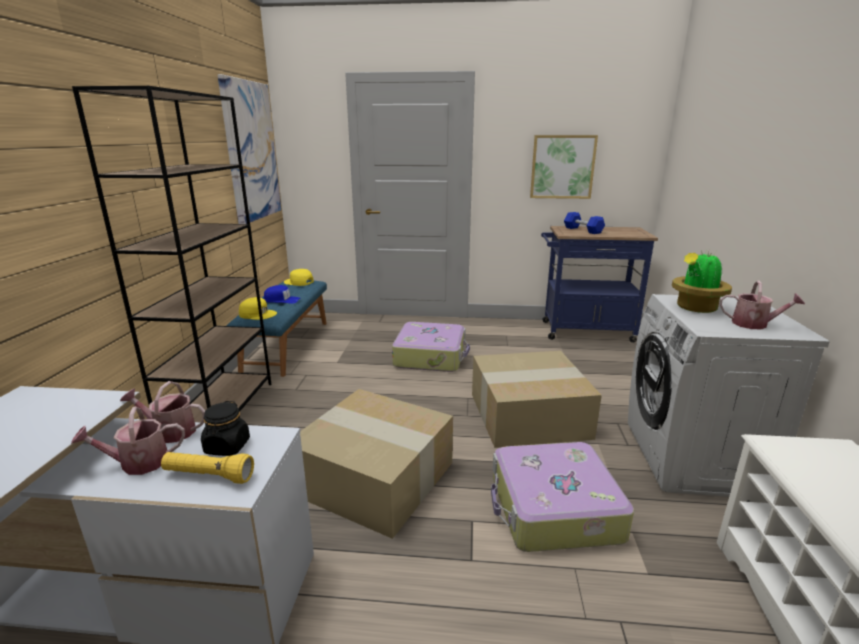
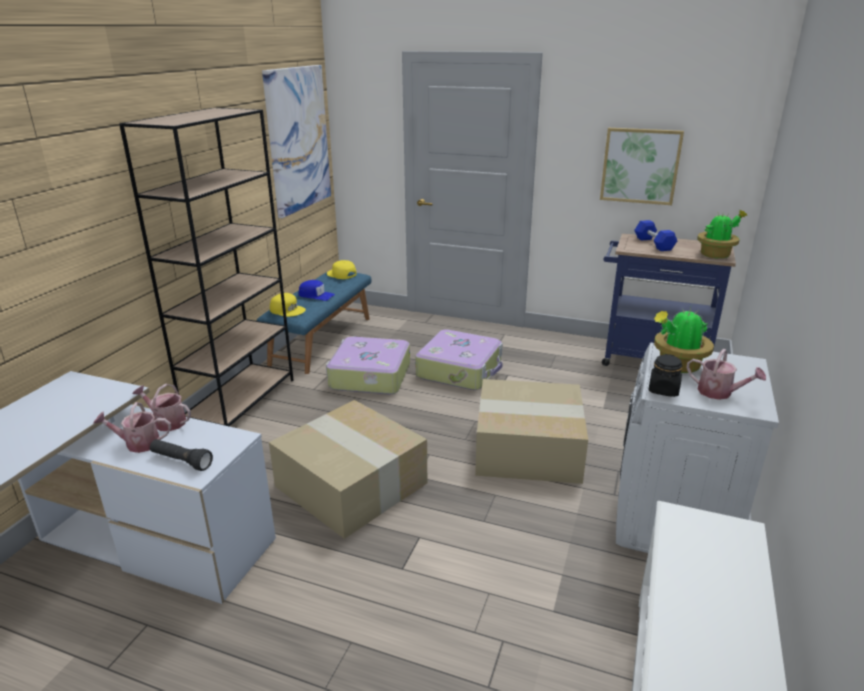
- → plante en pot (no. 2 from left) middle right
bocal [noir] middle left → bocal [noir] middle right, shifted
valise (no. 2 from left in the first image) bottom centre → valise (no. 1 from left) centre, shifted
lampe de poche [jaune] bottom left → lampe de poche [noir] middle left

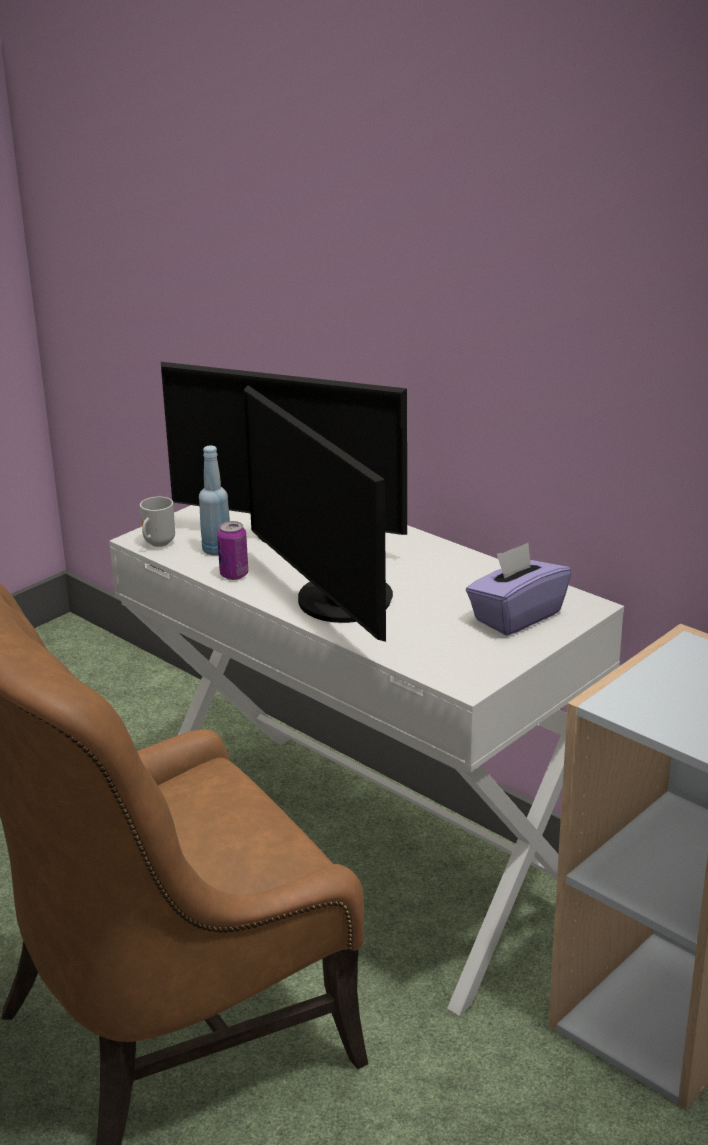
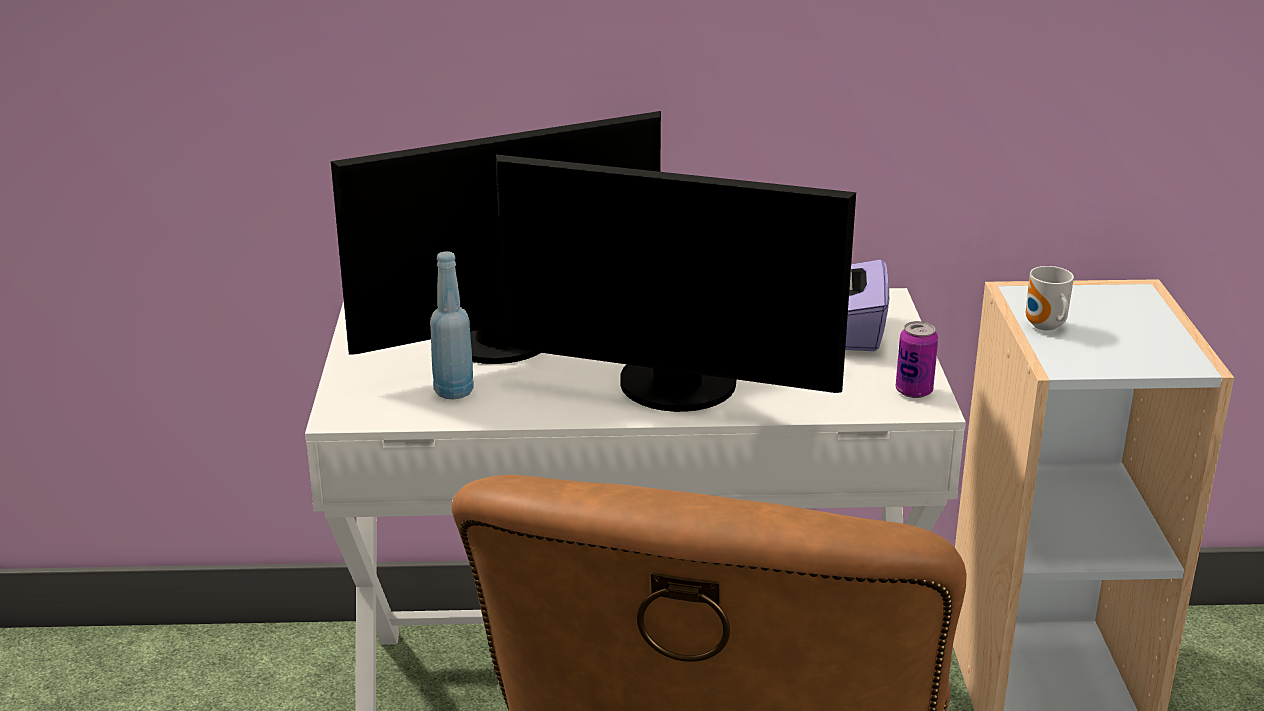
mug middle left → mug middle right, shifted
boîte métallique middle left → boîte métallique middle right, shifted

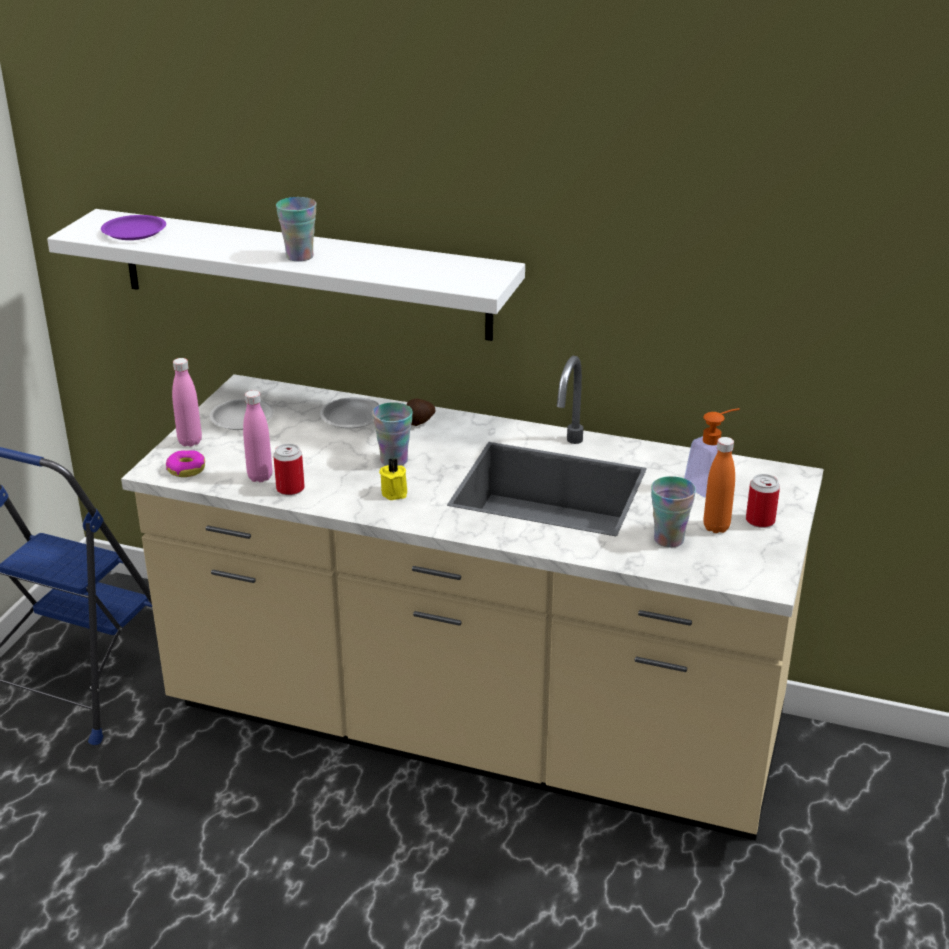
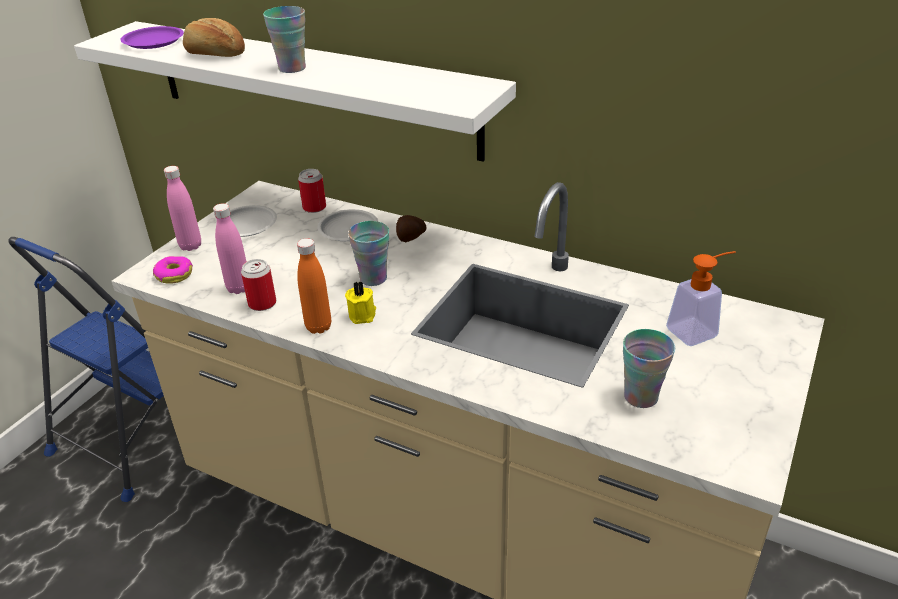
- → pain top left
bouteille [orange] middle right → bouteille [orange] centre, shifted
boîte métallique (no. 2 from left) middle right → boîte métallique (no. 2 from left) top centre, shifted

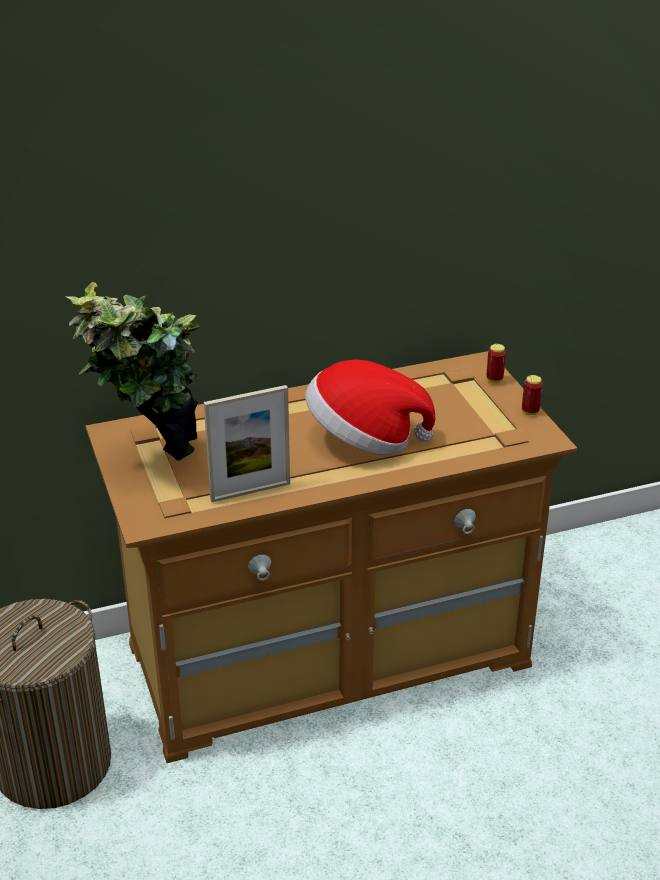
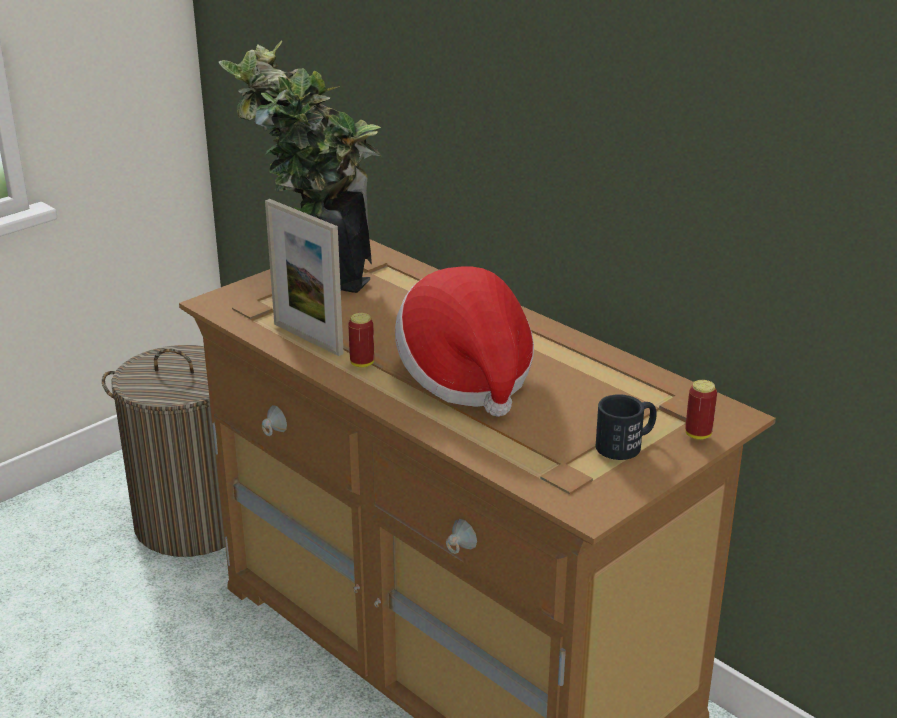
- → mug [noir] middle right
boîte métallique (no. 2 from left in the first image) middle right → boîte métallique (no. 1 from left) centre, shifted

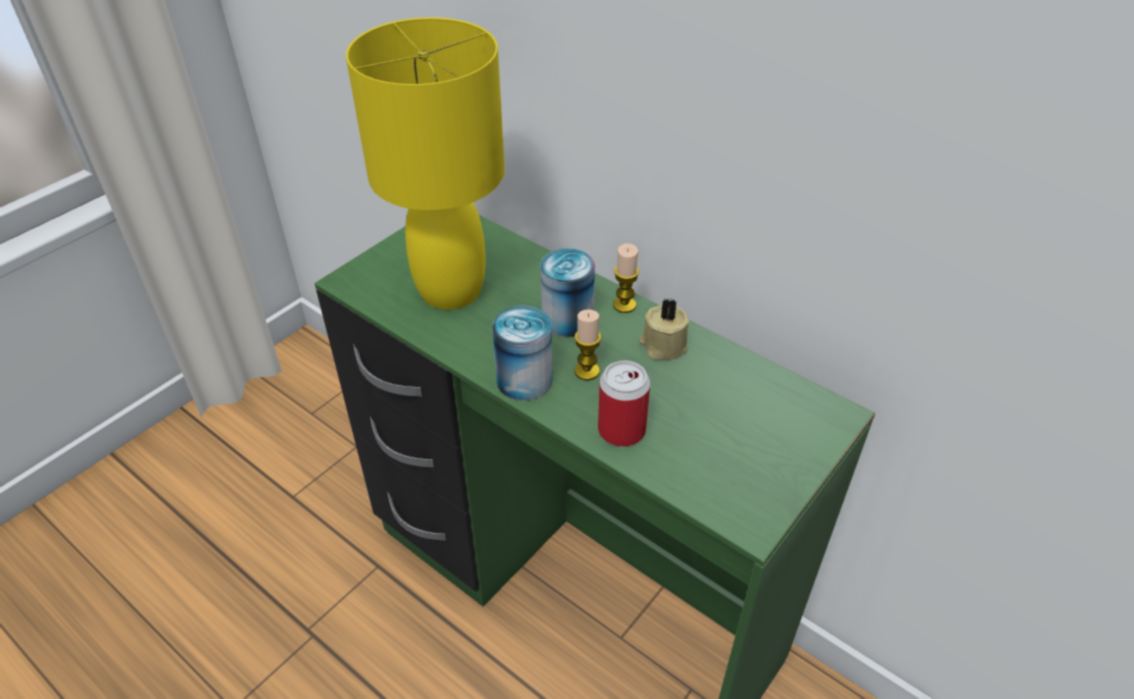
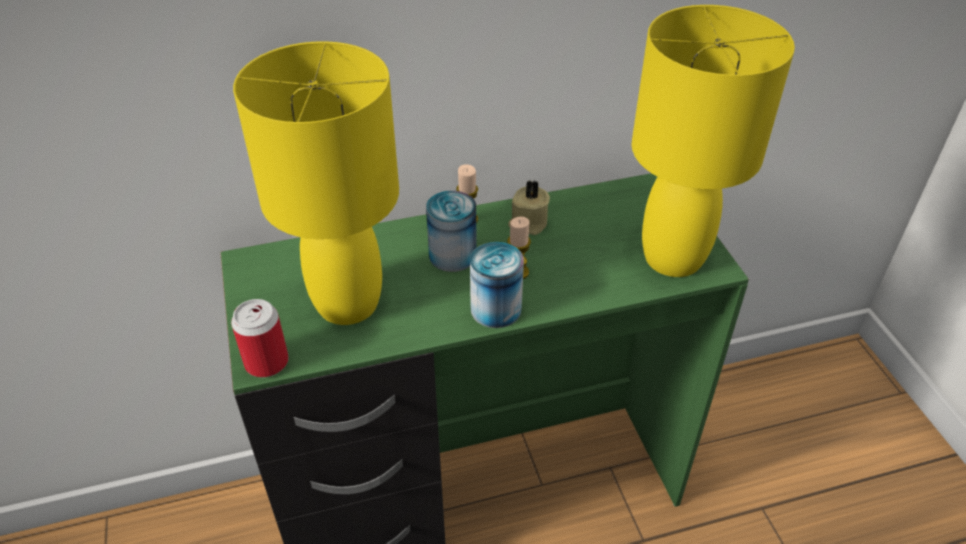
- → lampe de table [jaune] (no. 2 from left) top right
boîte métallique (no. 3 from left in the first image) centre → boîte métallique (no. 1 from left) middle left, shifted

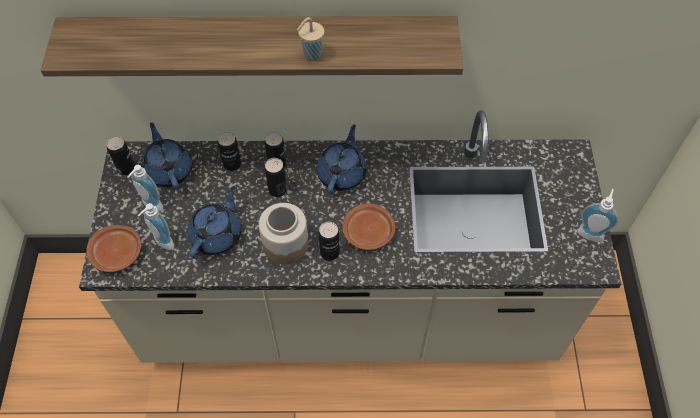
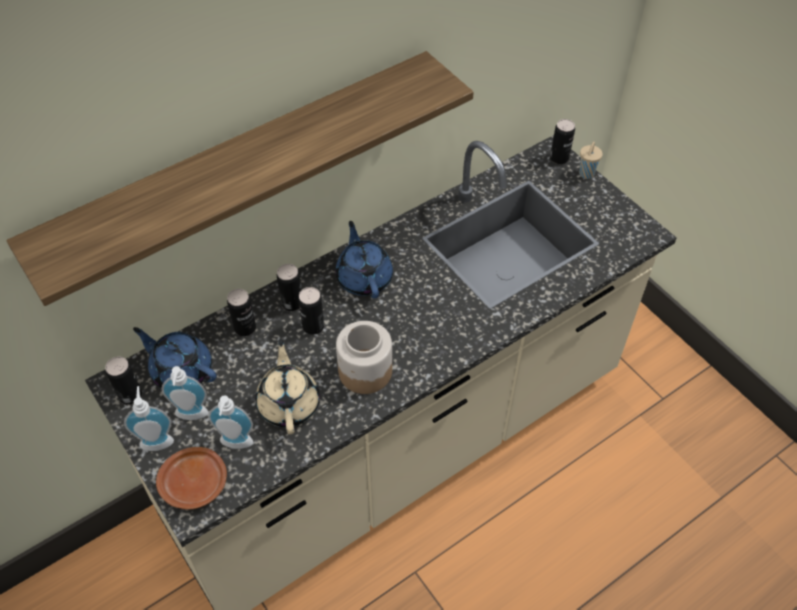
assiette [marron] (no. 2 from left) centre → -
tasse [beige] top centre → tasse [beige] top right, shifted
boîte métallique (no. 5 from left) centre → boîte métallique (no. 5 from left) top right, shifted
distributeur de savon (no. 3 from left in the first image) middle right → distributeur de savon (no. 1 from left) bottom left, shifted
théière [bleu] (no. 2 from left) middle left → théière [beige] centre

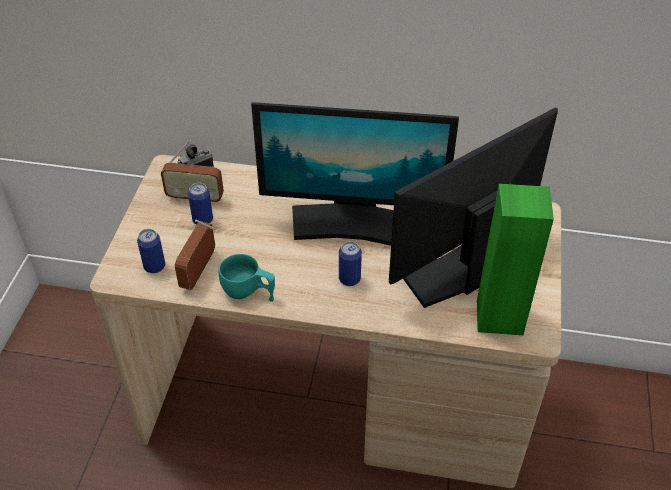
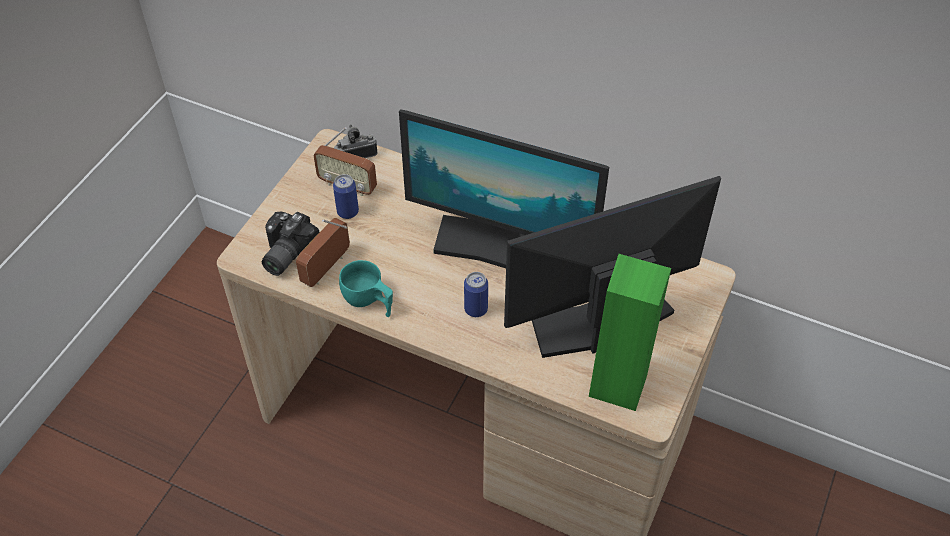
boîte métallique (no. 1 from left) middle left → appareil photo (no. 1 from left) middle left

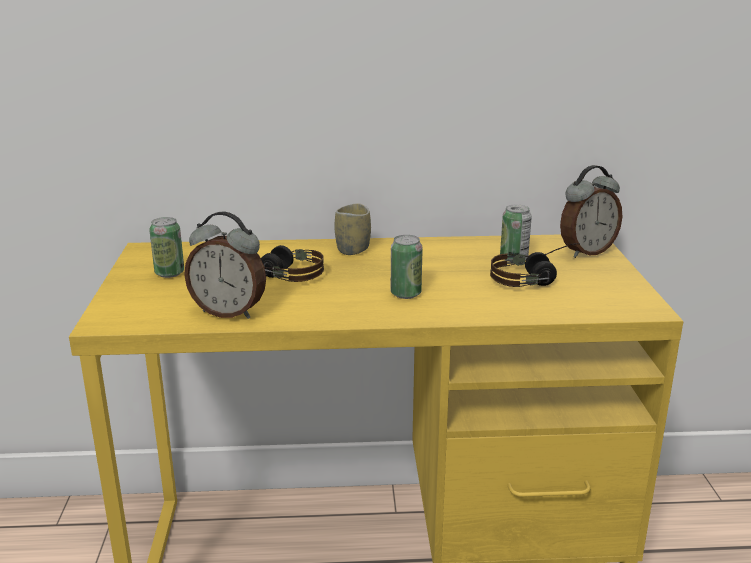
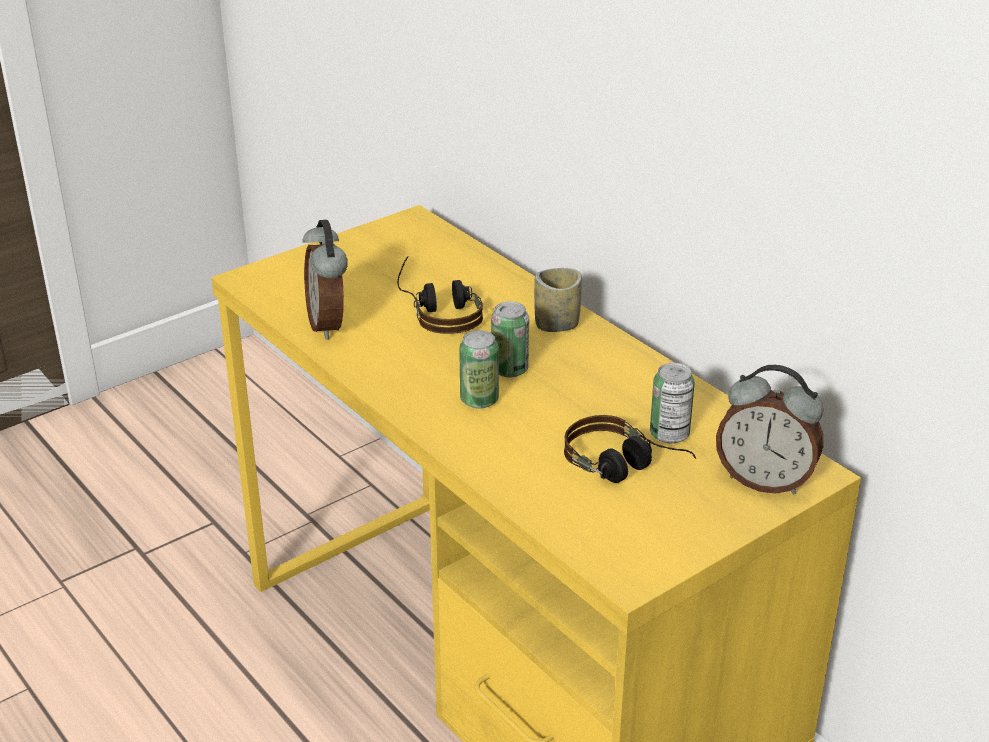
boîte métallique (no. 1 from left in the first image) middle left → boîte métallique (no. 2 from left) centre, shifted

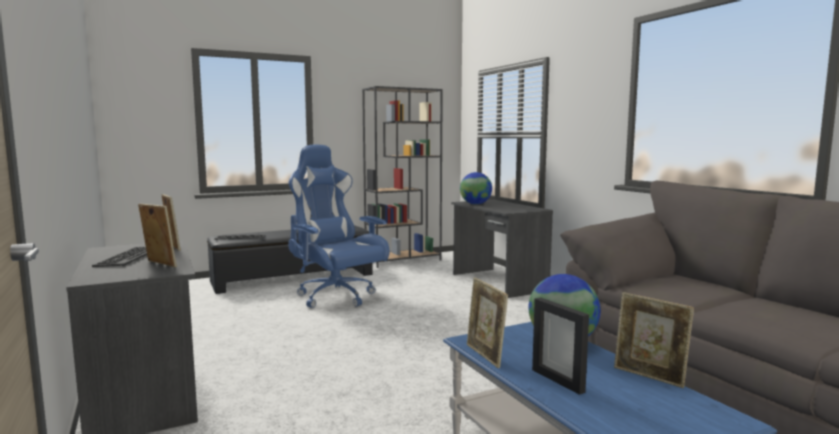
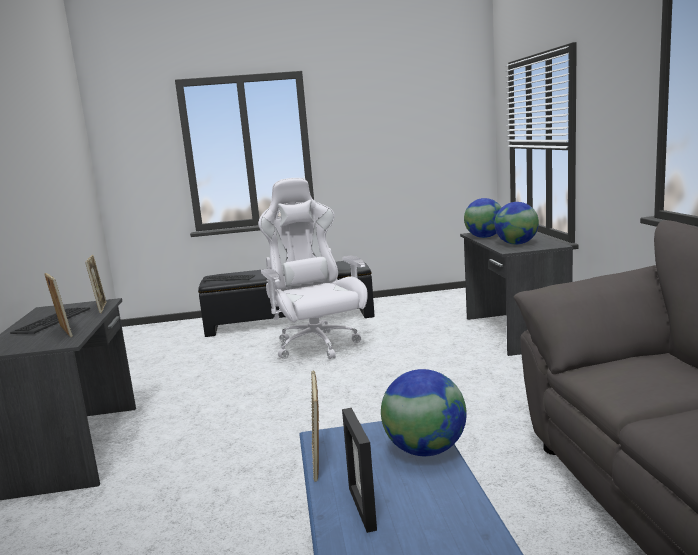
bibliothèque centre → -
cadre photo (no. 5 from left) bottom right → -
- → globe (no. 3 from left) middle right
chaise de bureau [bleu] centre → chaise de bureau [blanc] centre

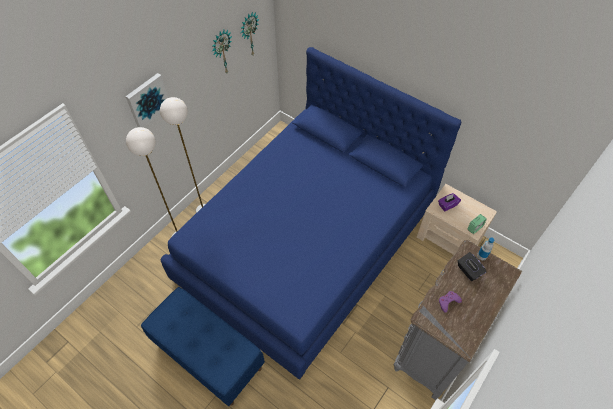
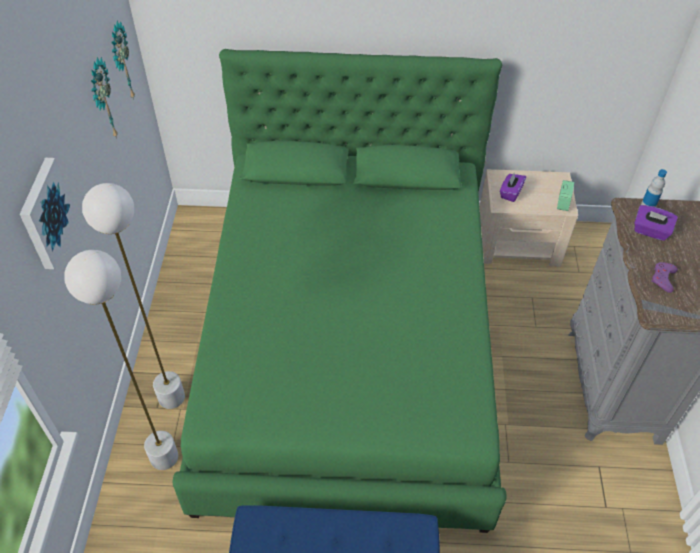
lit [bleu] centre → lit [vert] centre
boîte à mouchoirs [noir] middle right → boîte à mouchoirs [violet] (no. 2 from left) middle right

